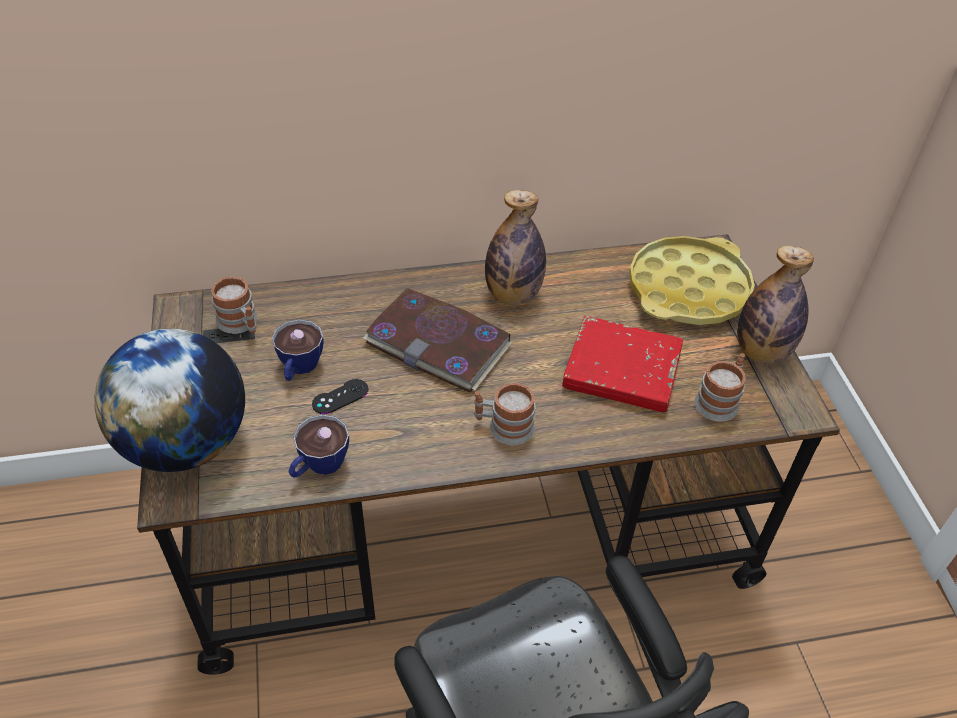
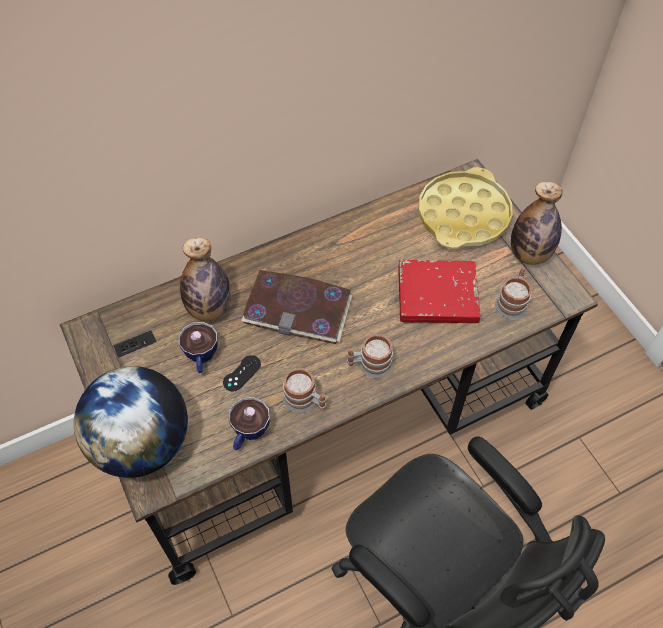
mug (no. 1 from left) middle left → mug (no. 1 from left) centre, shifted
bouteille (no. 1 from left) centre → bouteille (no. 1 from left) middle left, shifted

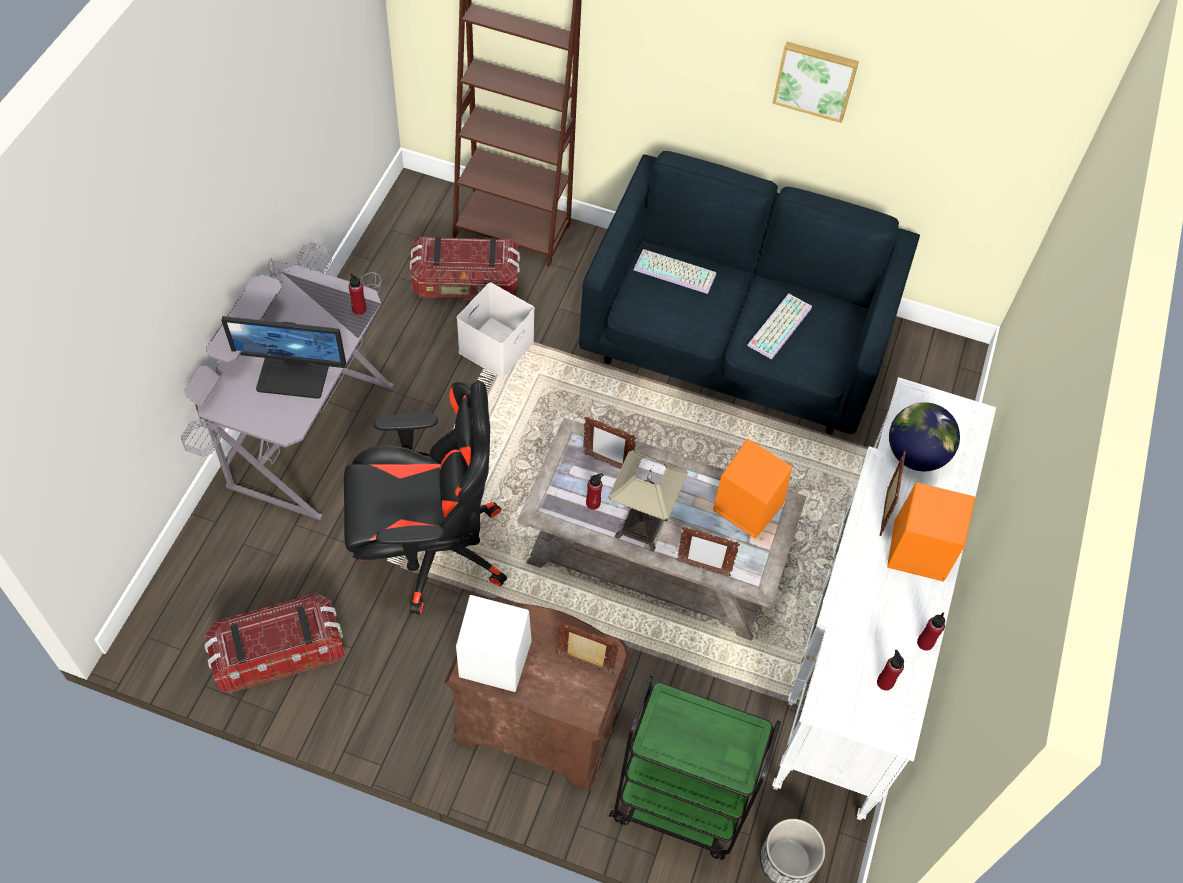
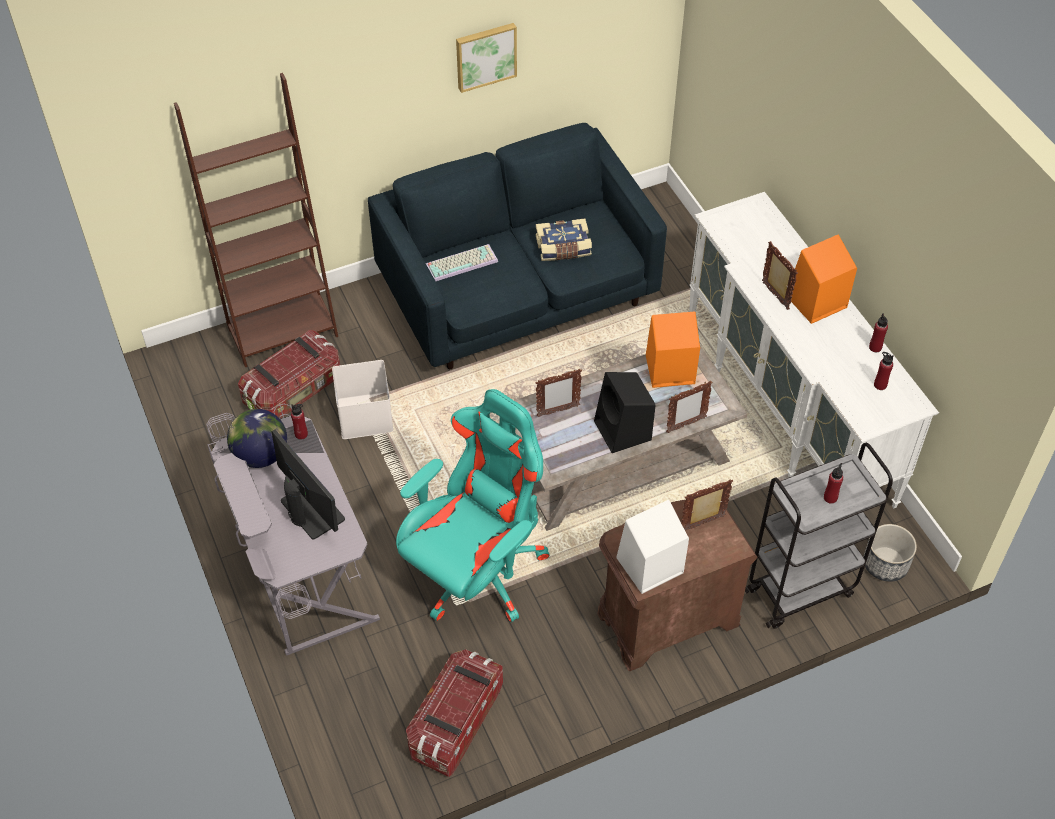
bouteille [rouge] (no. 2 from left) centre → bouteille [rouge] (no. 2 from left) middle right, shifted
globe middle right → globe middle left, shifted
lampe de table centre → enceinte [noir] centre
clavier (no. 2 from left) centre → livre top centre
chaise de bureau [noir] centre → chaise de bureau [turquoise] centre
chariot [vert] bottom centre → chariot [gris] middle right
écran d'ordinateur middle left, 90 degrees counterclockwise

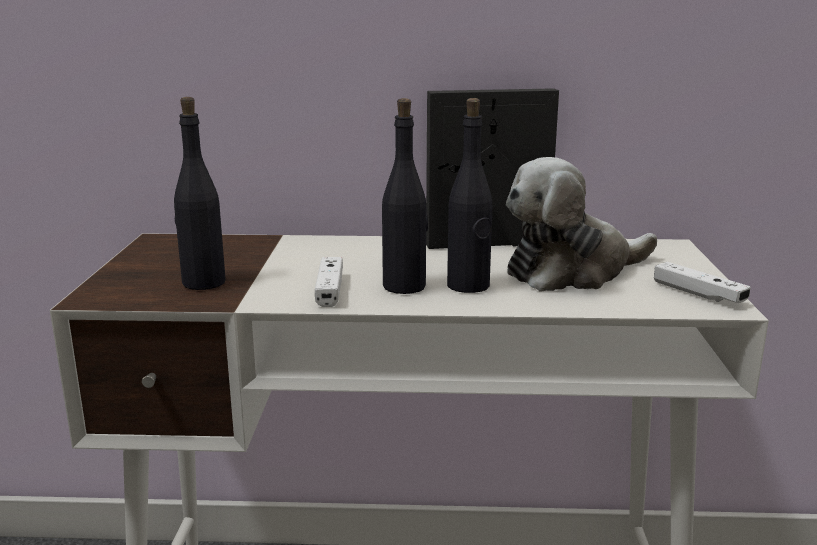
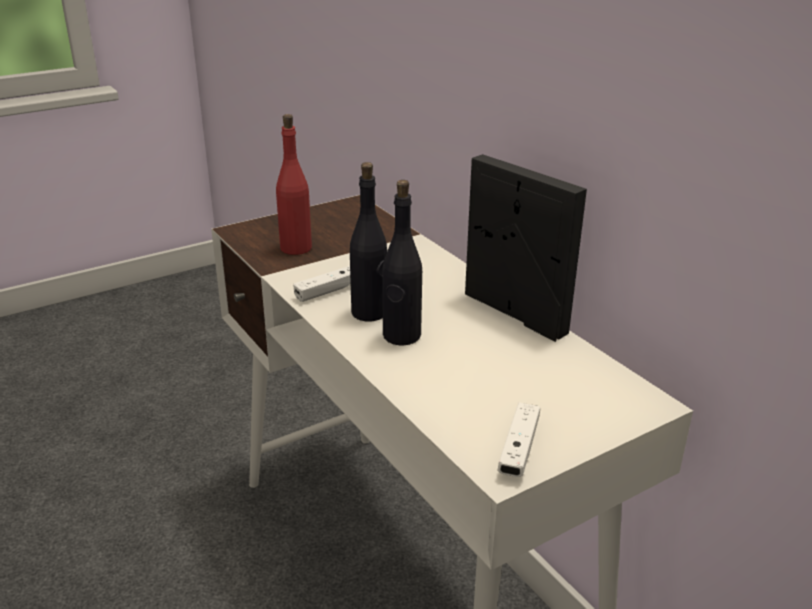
peluche middle right → -
bouteille [noir] (no. 1 from left) middle left → bouteille [rouge] top centre

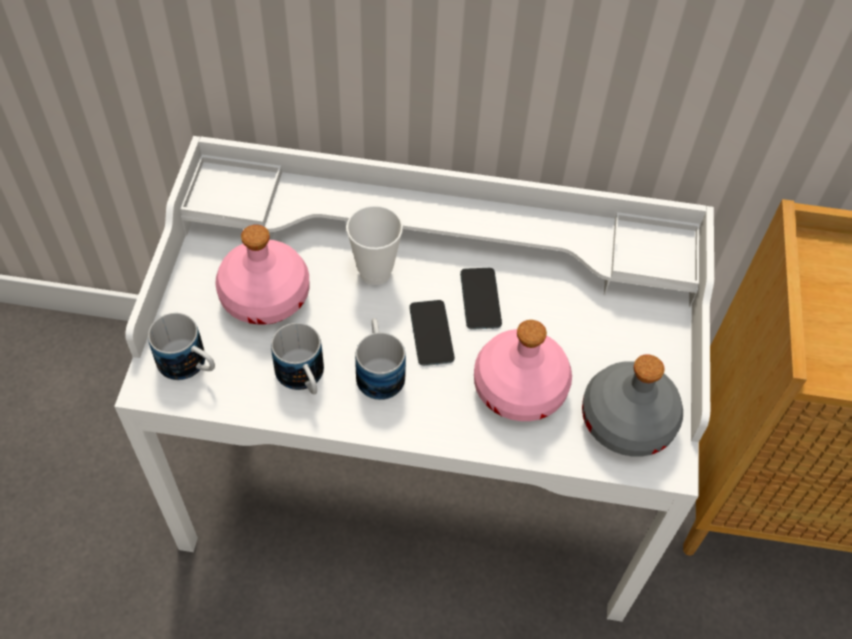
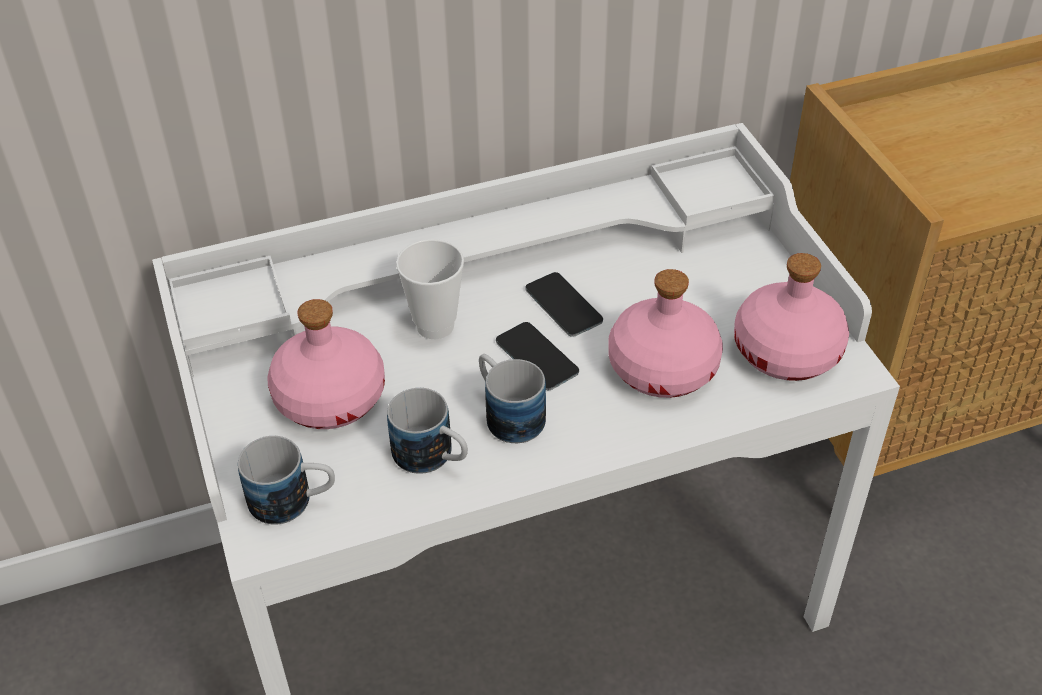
bouteille [gris] middle right → bouteille [rose] (no. 3 from left) middle right

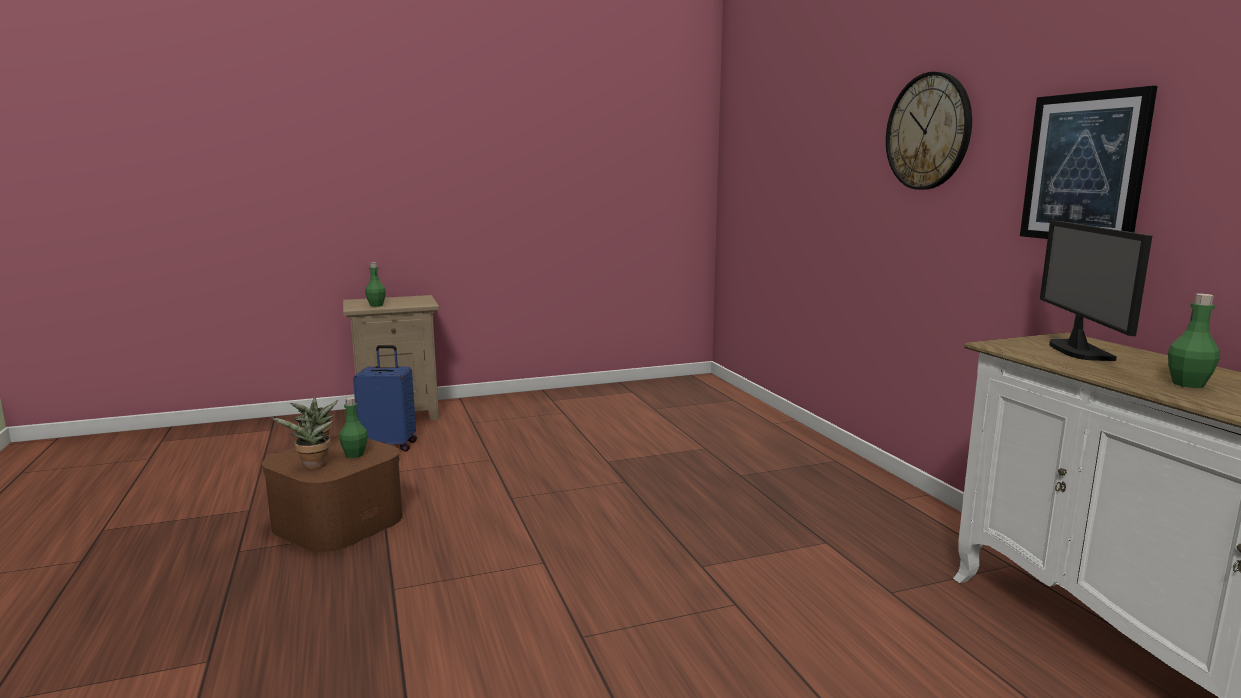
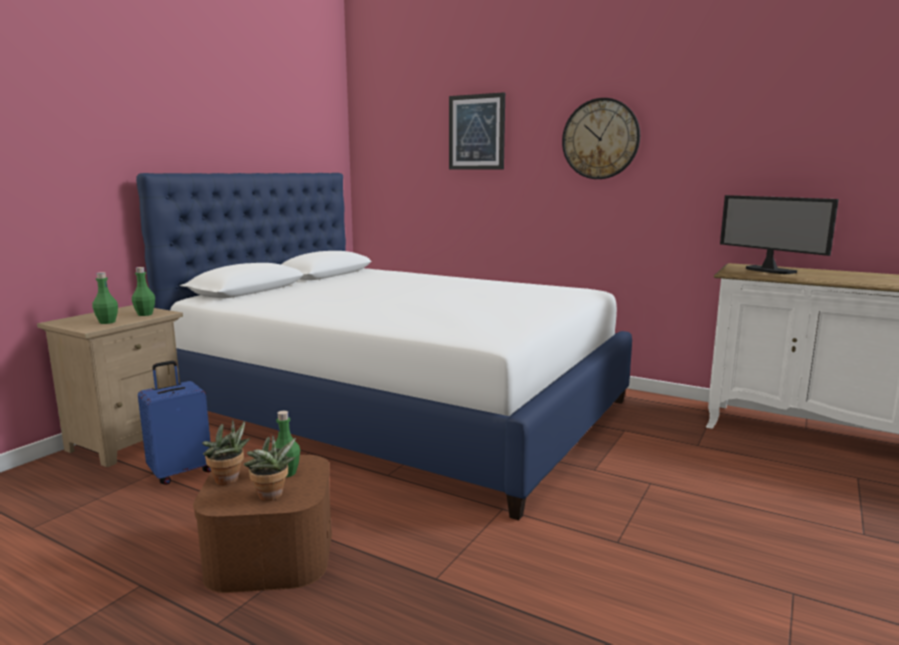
- → lit [blanc] centre
tableau top right → tableau top centre, shifted
bouteille [vert] (no. 3 from left in the first image) middle right → bouteille [vert] (no. 2 from left) middle left, shifted

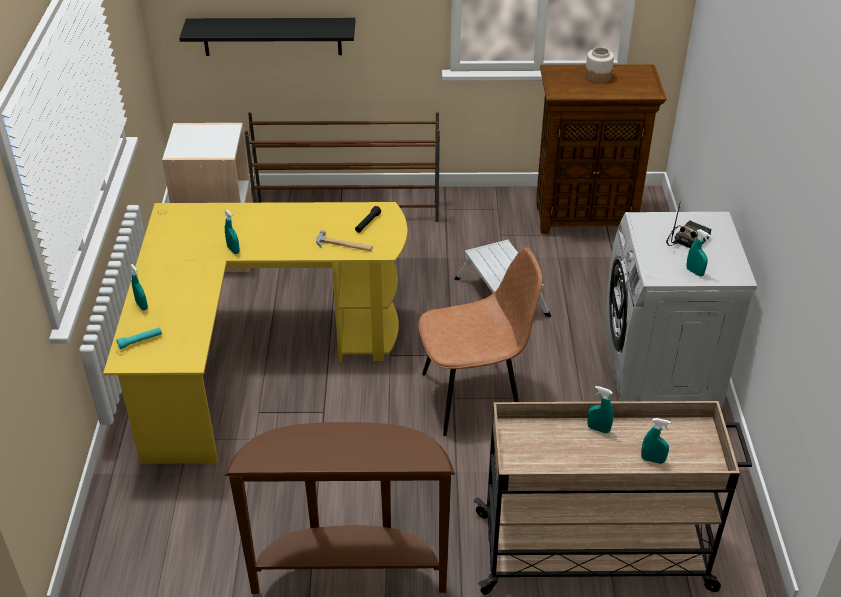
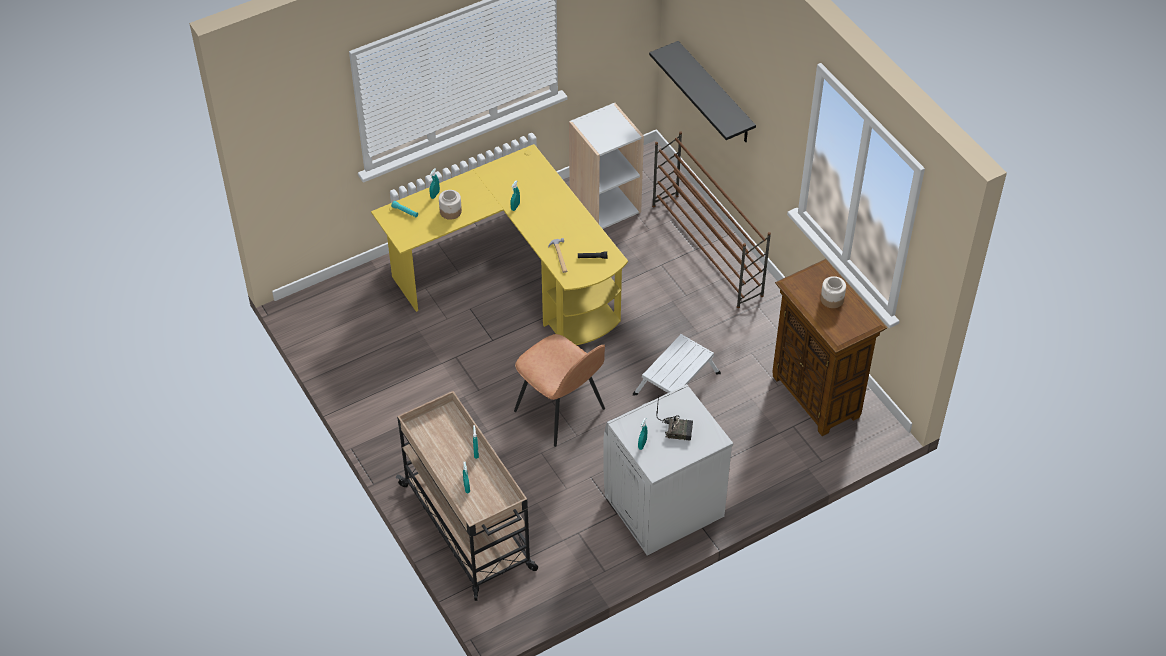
table console [marron] bottom centre → -
- → bocal (no. 1 from left) top centre

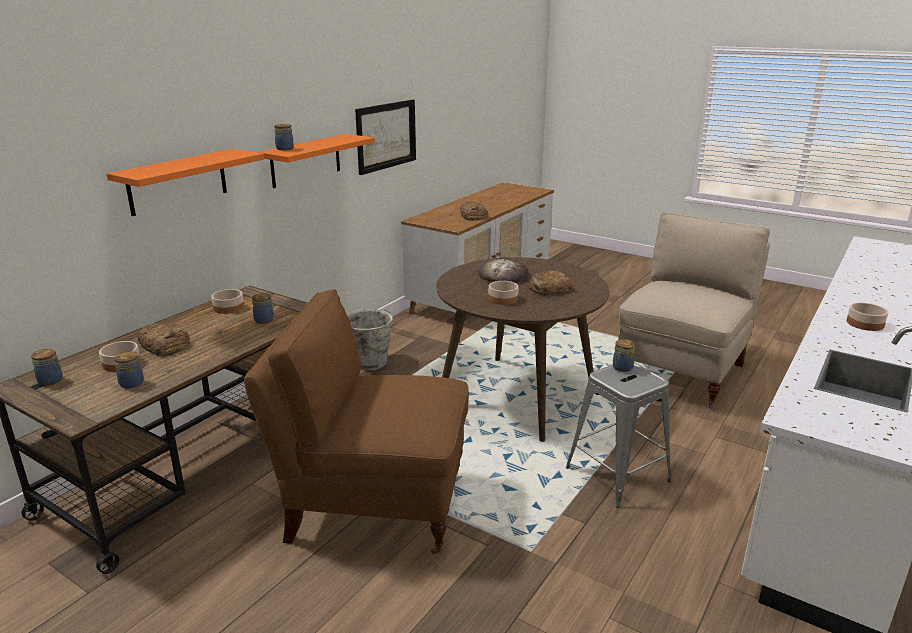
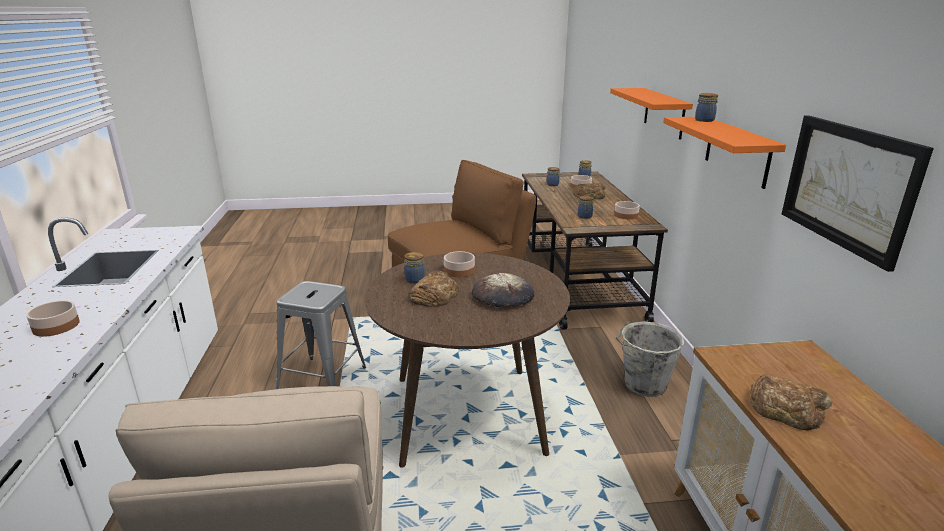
bocal (no. 5 from left in the first image) middle right → bocal (no. 1 from left) centre, shifted

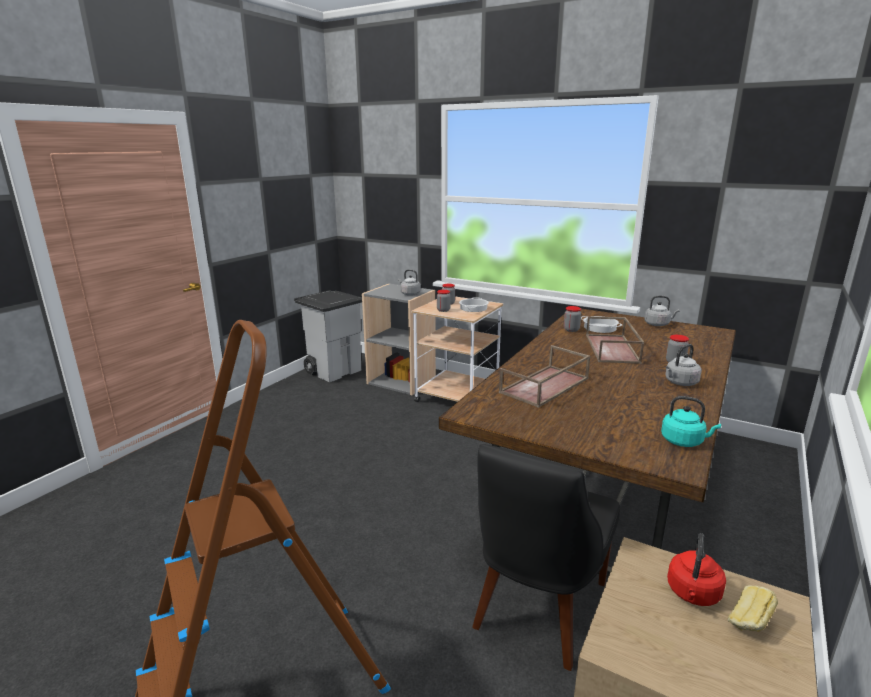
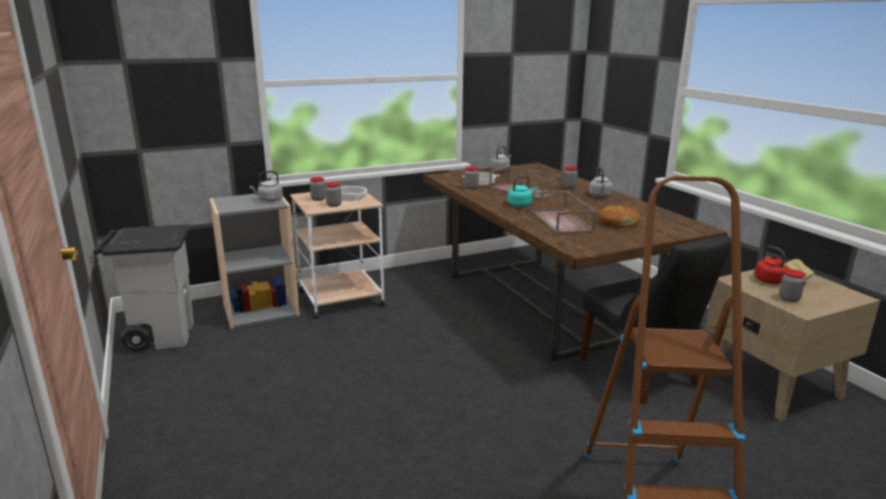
- → pain (no. 1 from left) middle right
- → bocal (no. 5 from left) middle right
bouilloire [turquoise] middle right → bouilloire [turquoise] centre, shifted

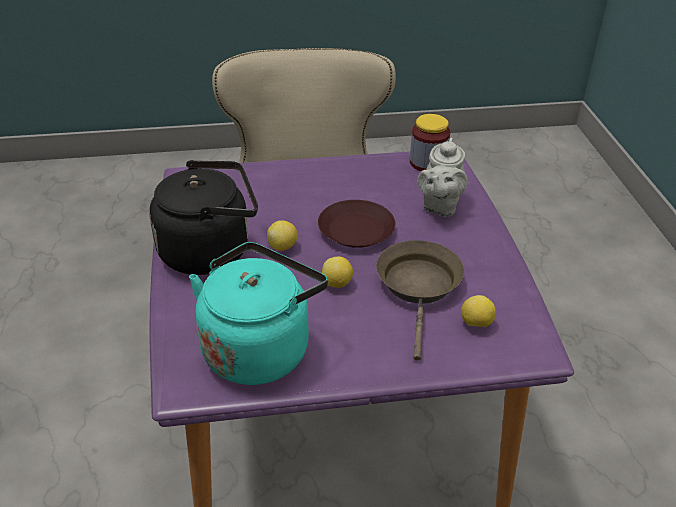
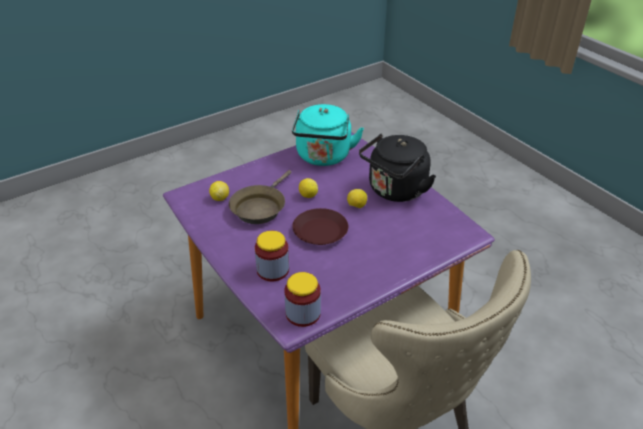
théière [gris] centre → bocal (no. 1 from left) centre
poêle [marron] centre, 45 degrees clockwise

